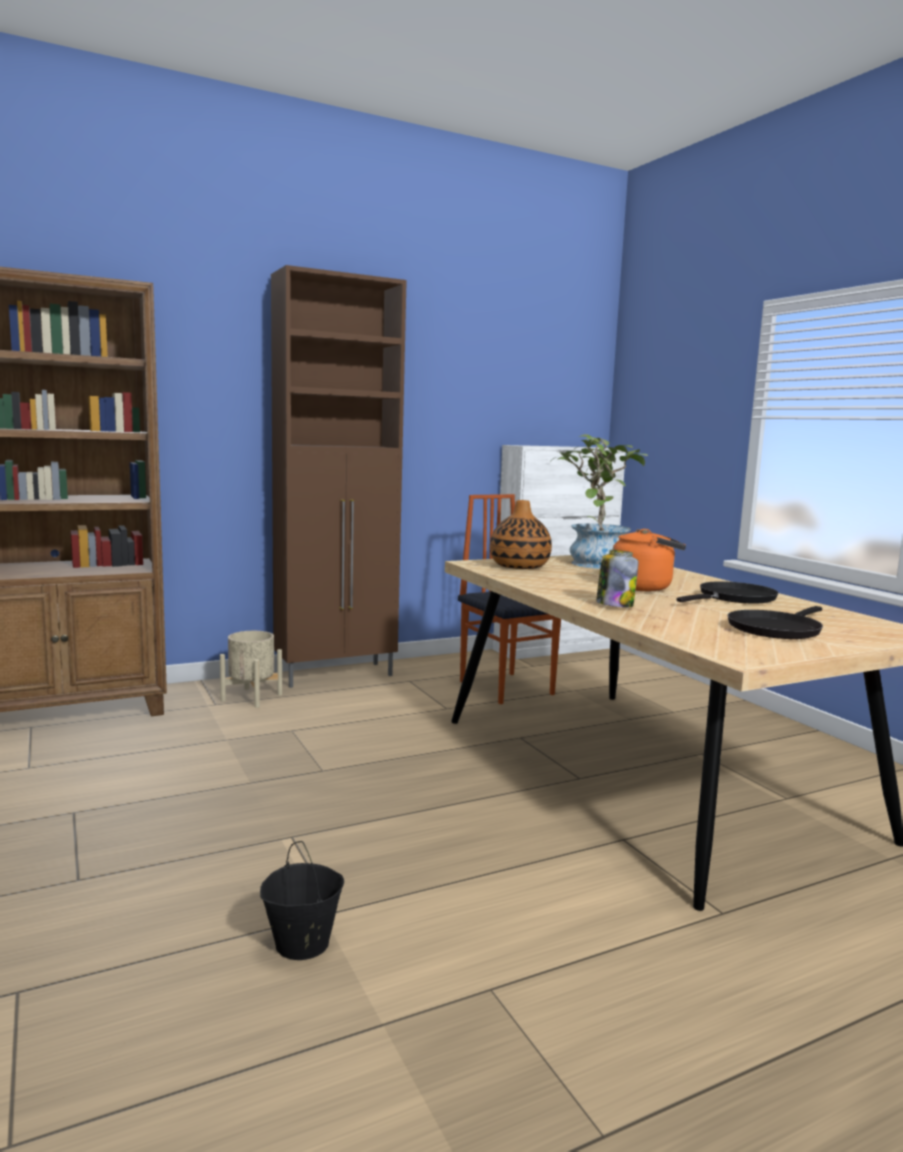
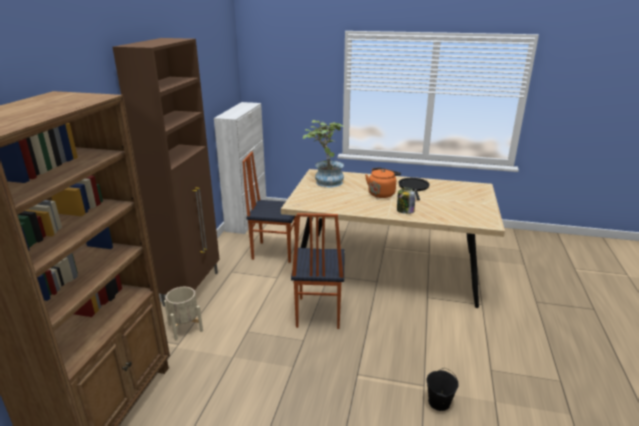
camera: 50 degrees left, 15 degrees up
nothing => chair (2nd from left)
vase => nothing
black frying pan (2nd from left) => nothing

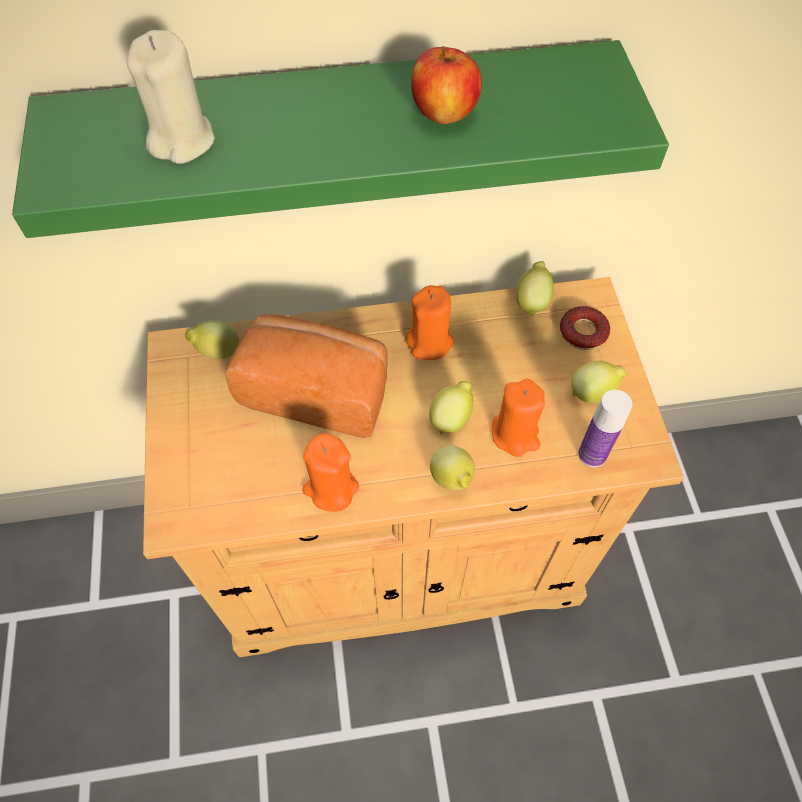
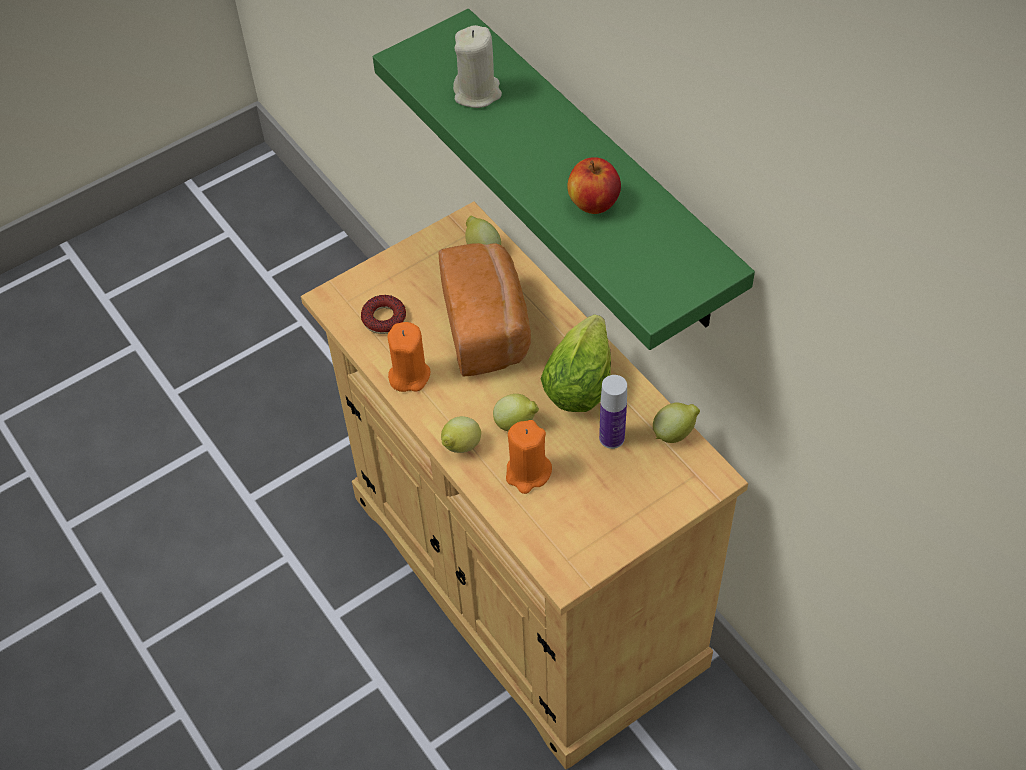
camera: 65 degrees right, 5 degrees down
donut, moved
orange candle (2nd from left) => lettuce
bottle, moved
lemon (5th from left) => nothing

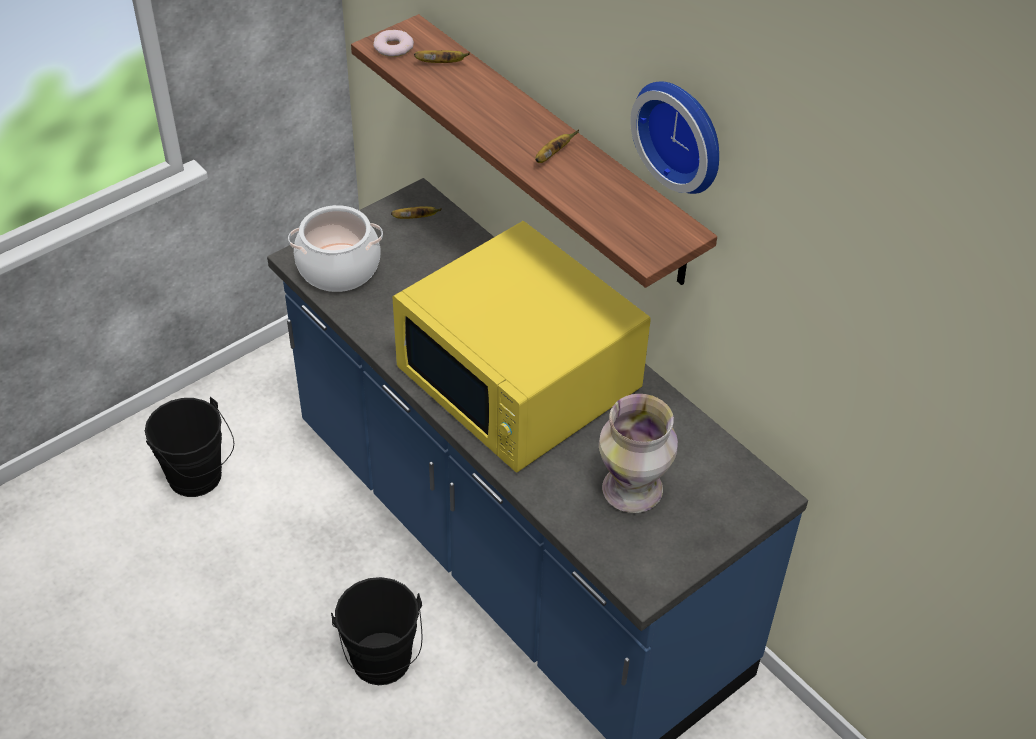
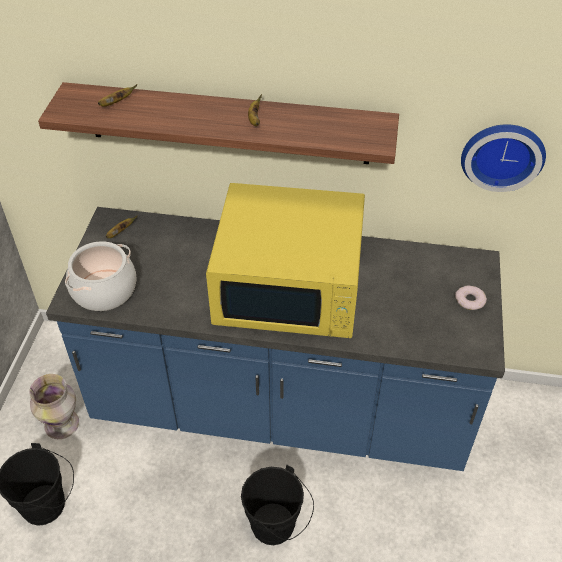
camera: 40 degrees left, 0 degrees up
vase, moved
donut, moved
wall clock, moved

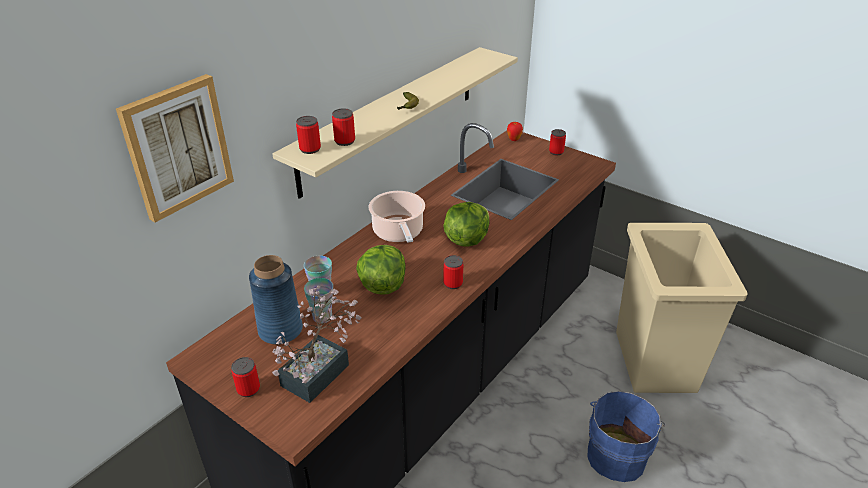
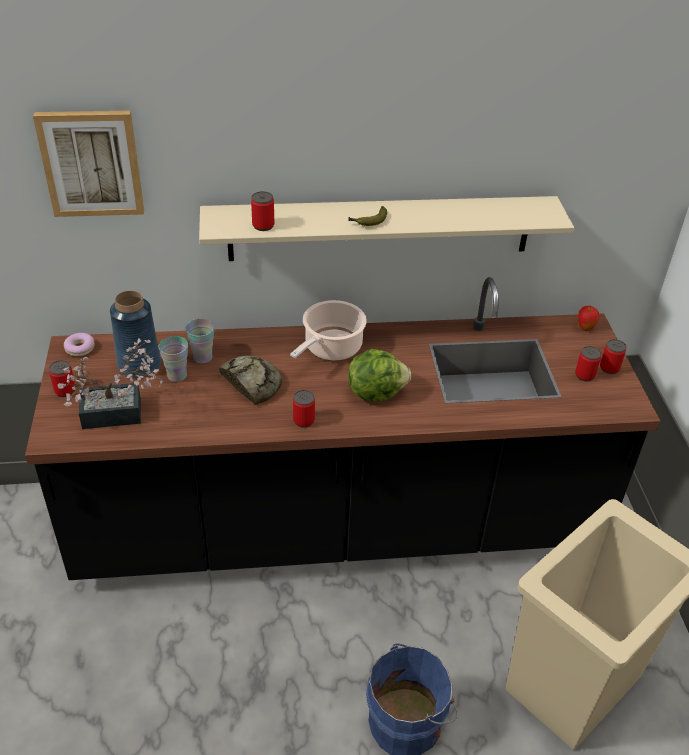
camera: 45 degrees right, 5 degrees up
nothing => donut
lettuce (1st from left) => bread
can (2nd from left in the first image) => can (4th from left), moved

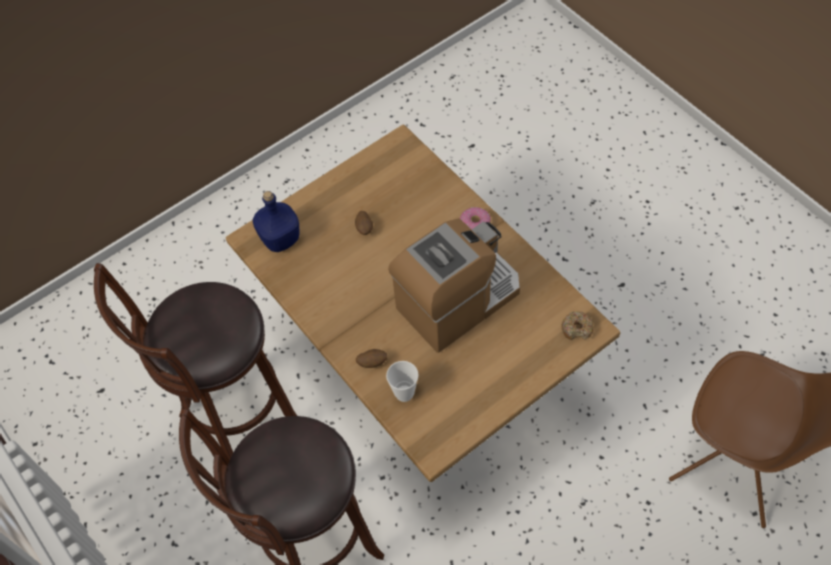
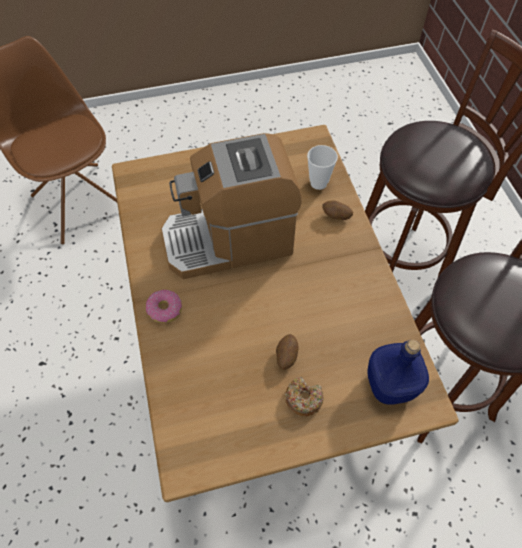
camera: 160 degrees left, 0 degrees up
donut (2nd from left), moved

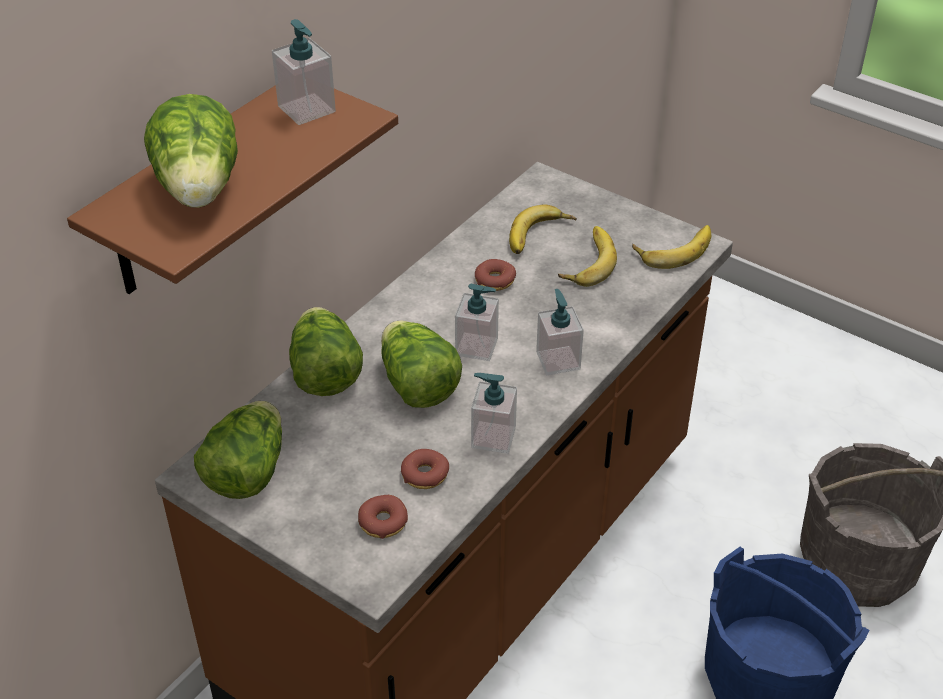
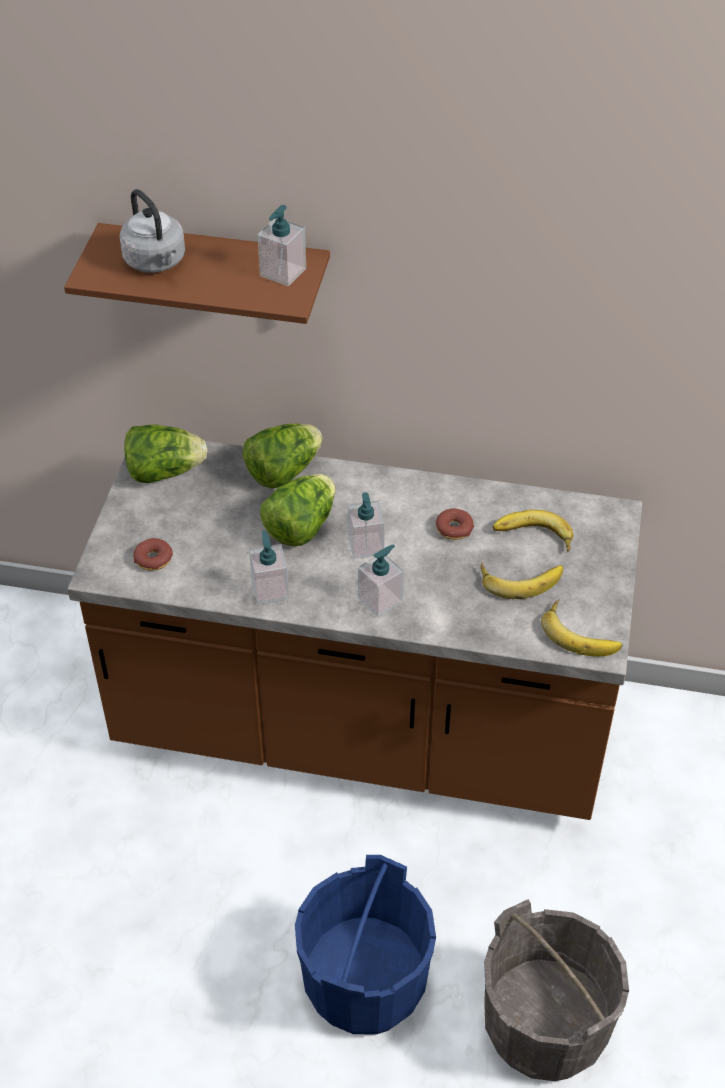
camera: 65 degrees right, 5 degrees up
lettuce (1st from left) => grey kettle
donut (2nd from left) => nothing

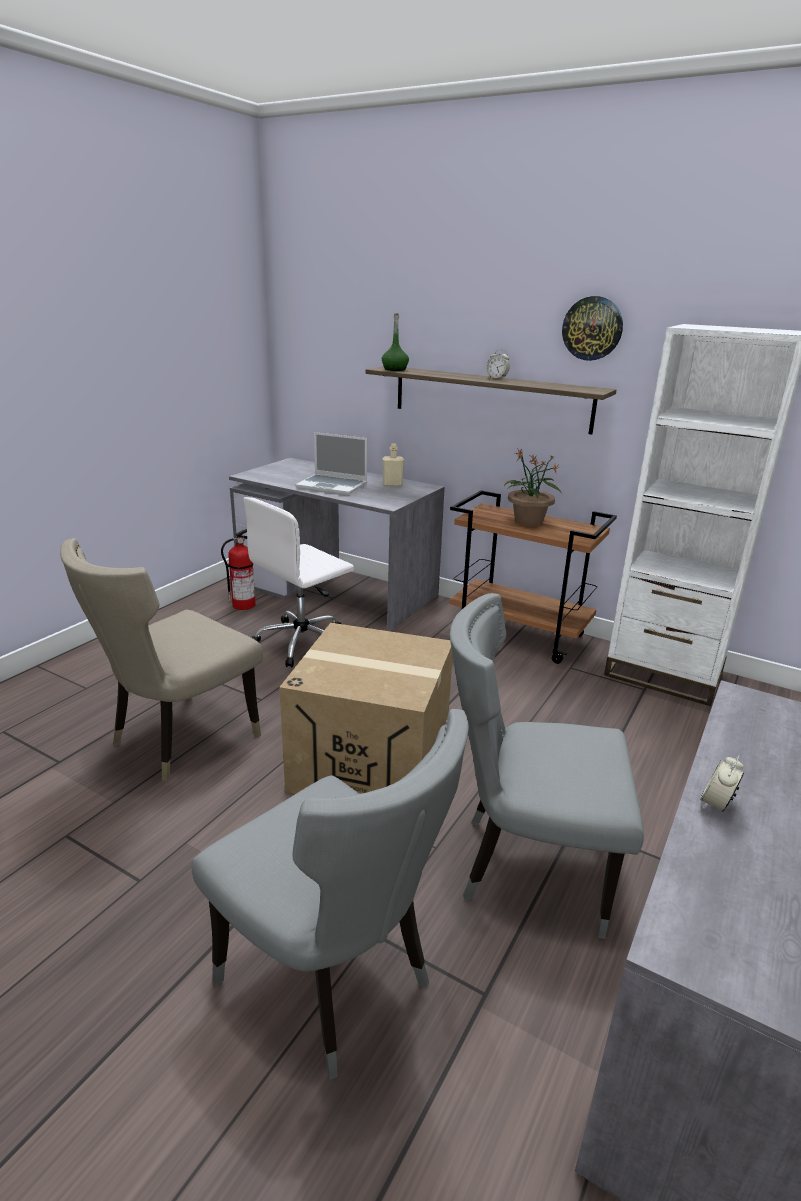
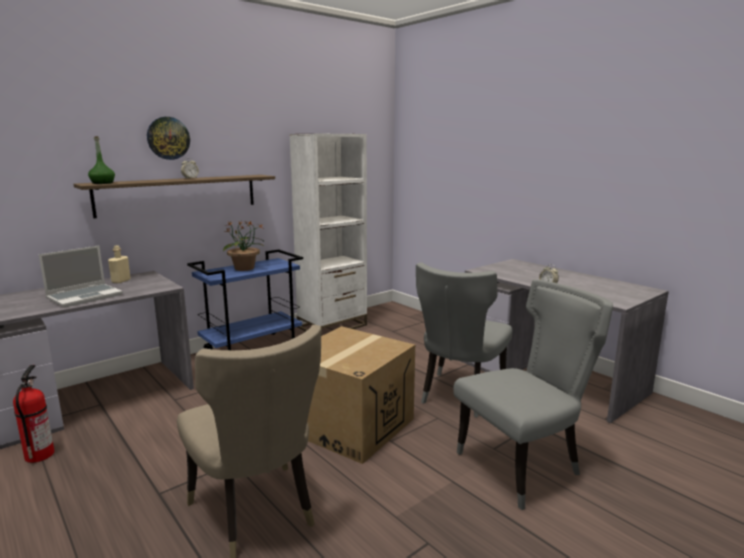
camera: 70 degrees left, 10 degrees down
wall clock, moved
brown cart => blue cart
white office chair => nothing

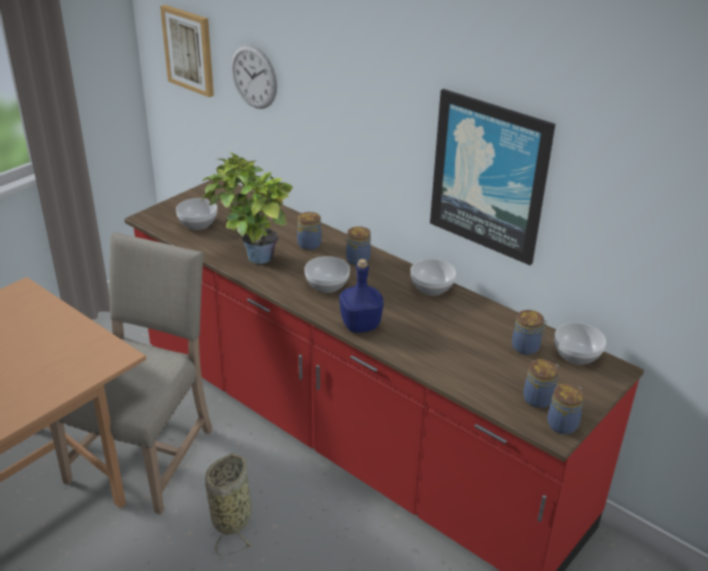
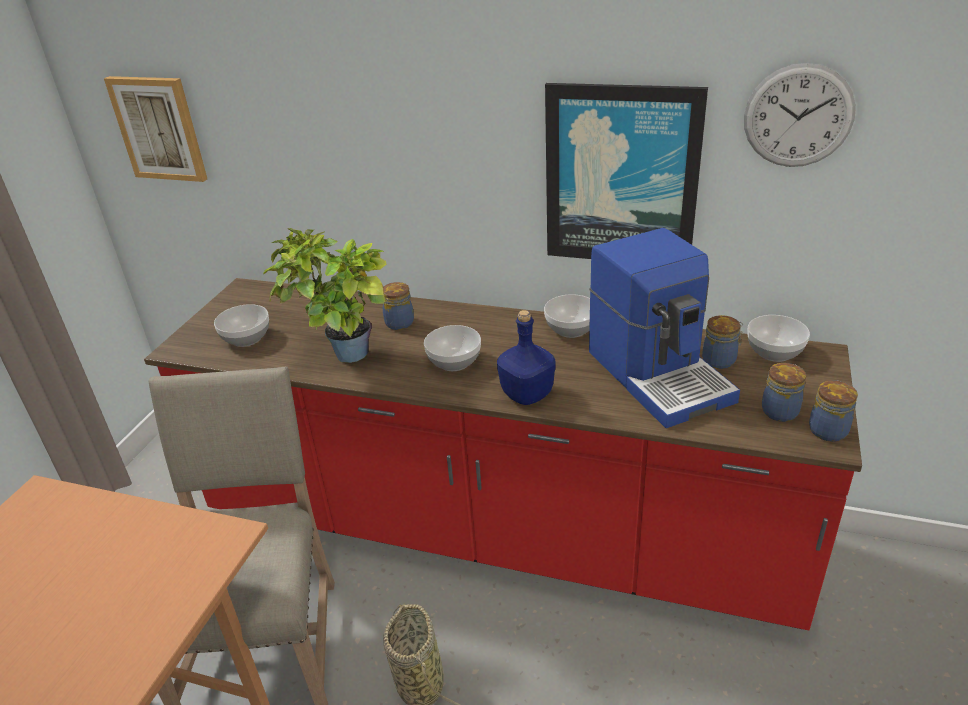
camera: 20 degrees left, 0 degrees up
nothing => coffee machine
wall clock, moved
jar (2nd from left) => nothing

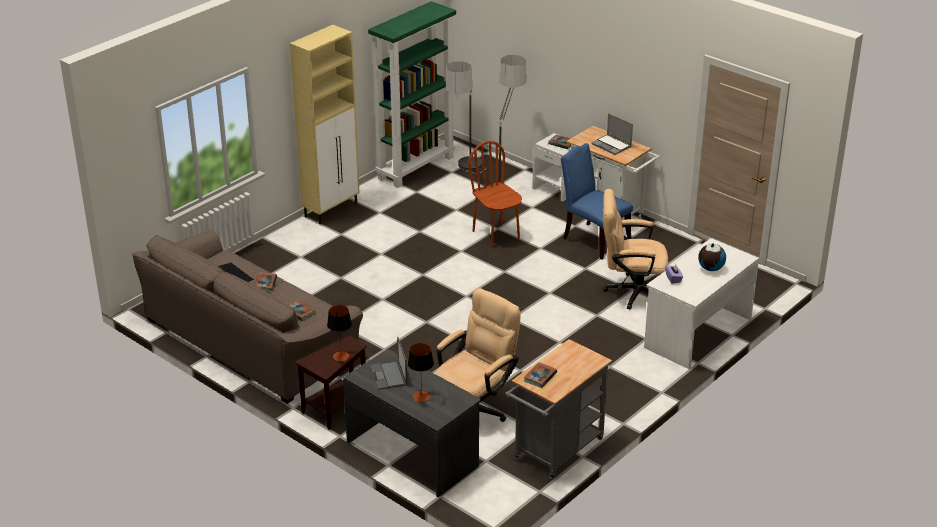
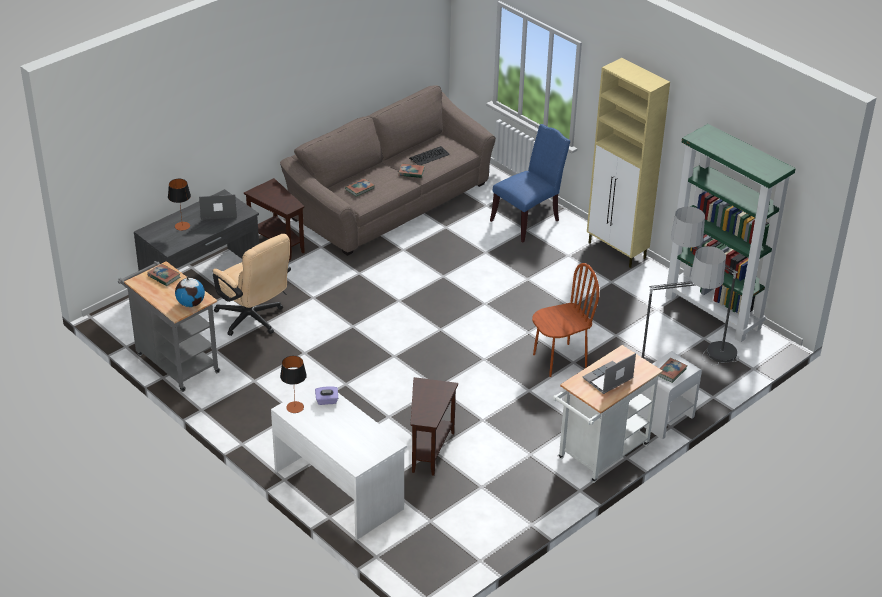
camera: 95 degrees right, 5 degrees up
globe, moved
table lamp (1st from left in the first image) => table lamp (2nd from left), moved
beige office chair (2nd from left) => brown side table (2nd from left)
blue chair, moved

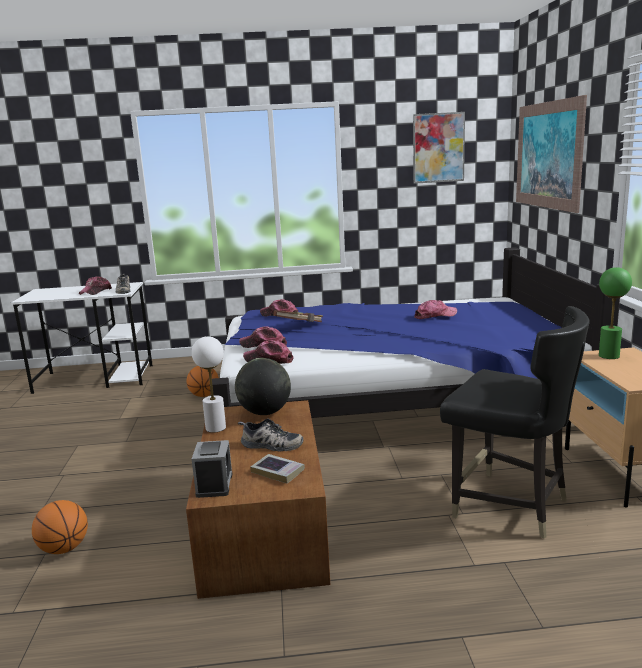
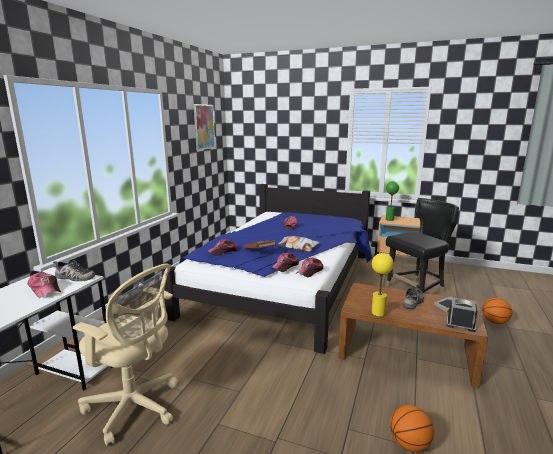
camera: 65 degrees left, 0 degrees up
nothing => beige office chair
nothing => pillow
white table lamp => yellow table lamp
basketball (2nd from left), moved
globe => nothing
picture (2nd from left) => nothing

